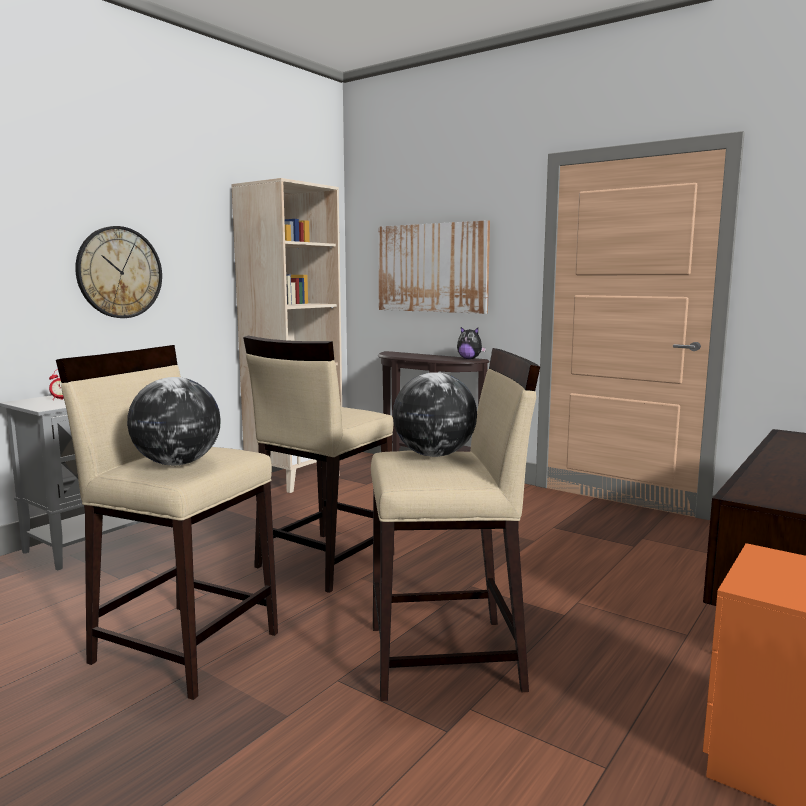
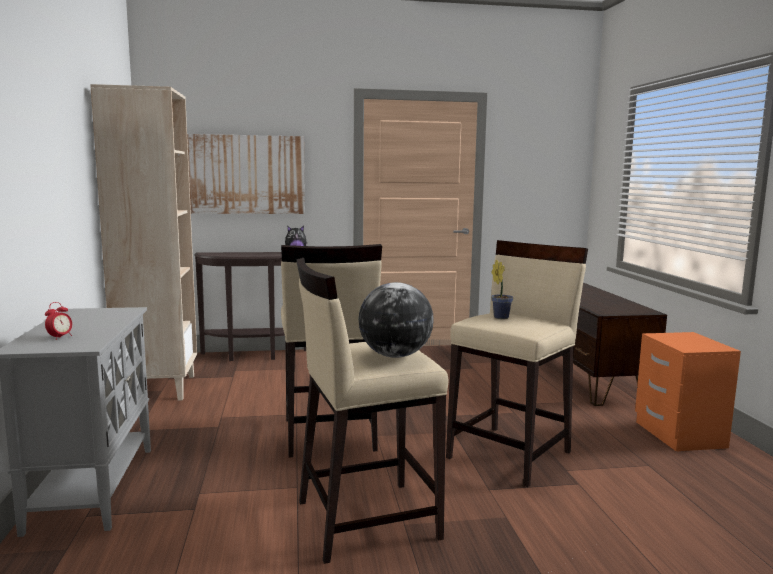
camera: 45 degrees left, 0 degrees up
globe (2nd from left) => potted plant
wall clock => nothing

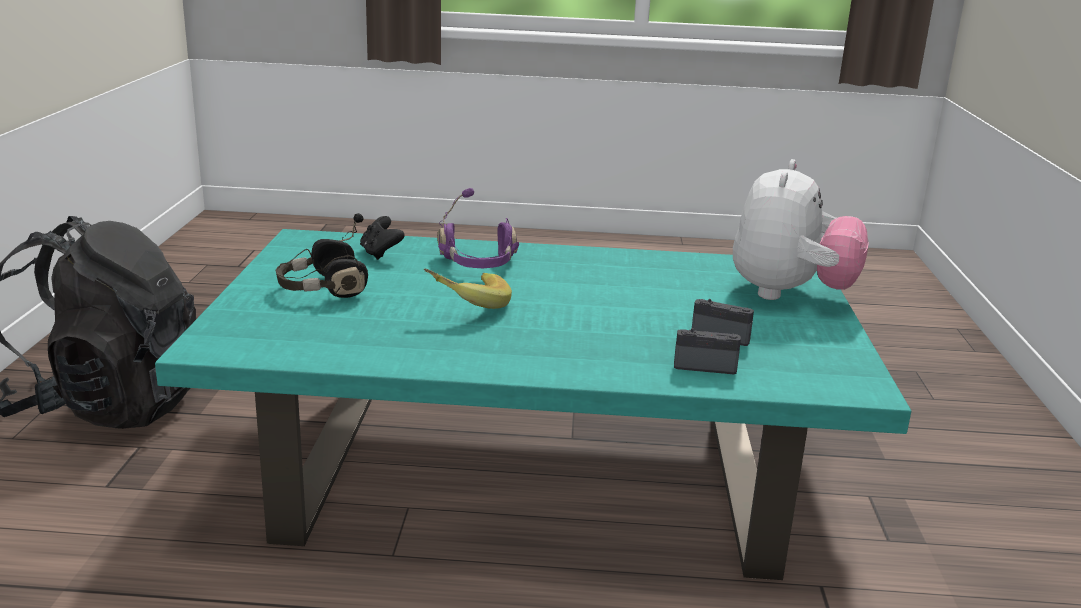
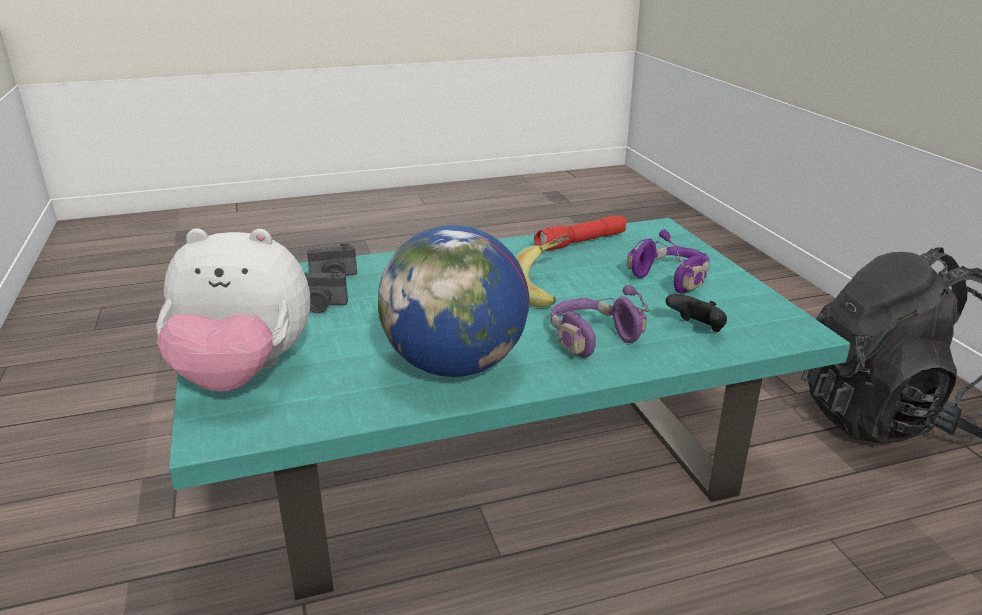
camera: 160 degrees right, 5 degrees up
plush toy, 90 degrees counterclockwise
nothing => globe
nothing => red flashlight
black headphones => purple headphones (2nd from left)

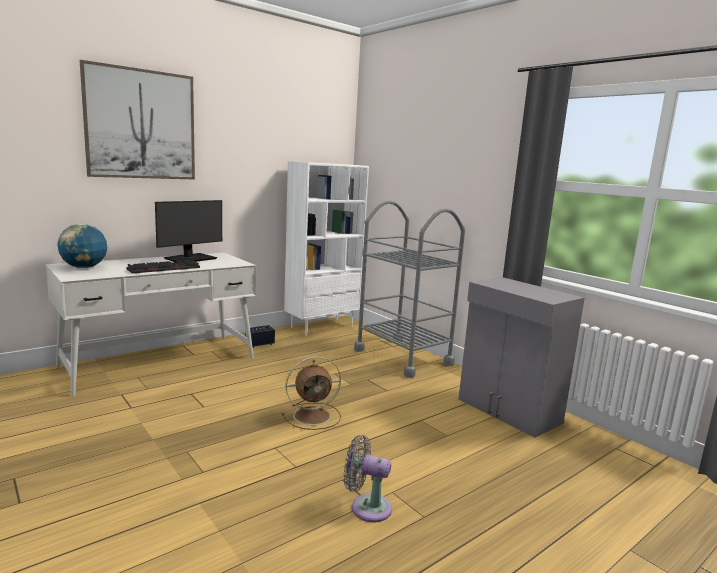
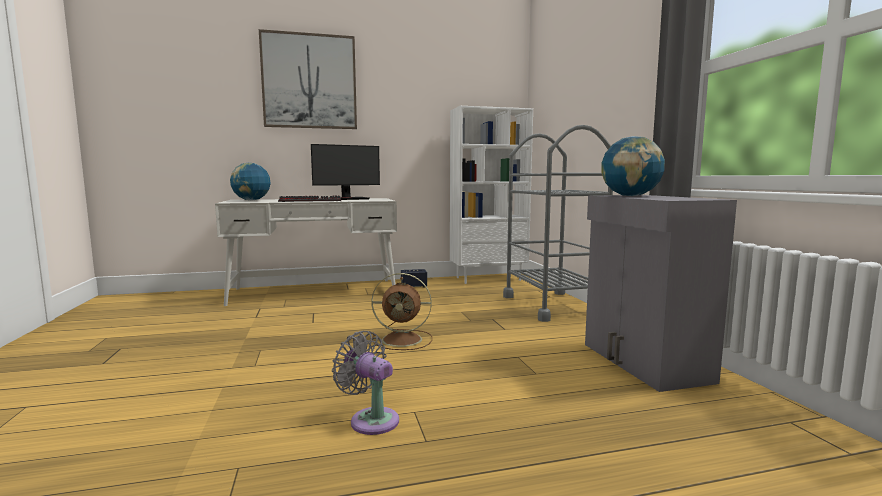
camera: 25 degrees right, 5 degrees down
nothing => globe (2nd from left)

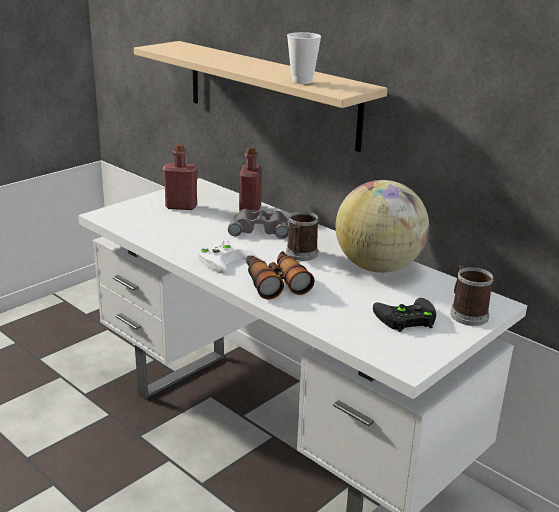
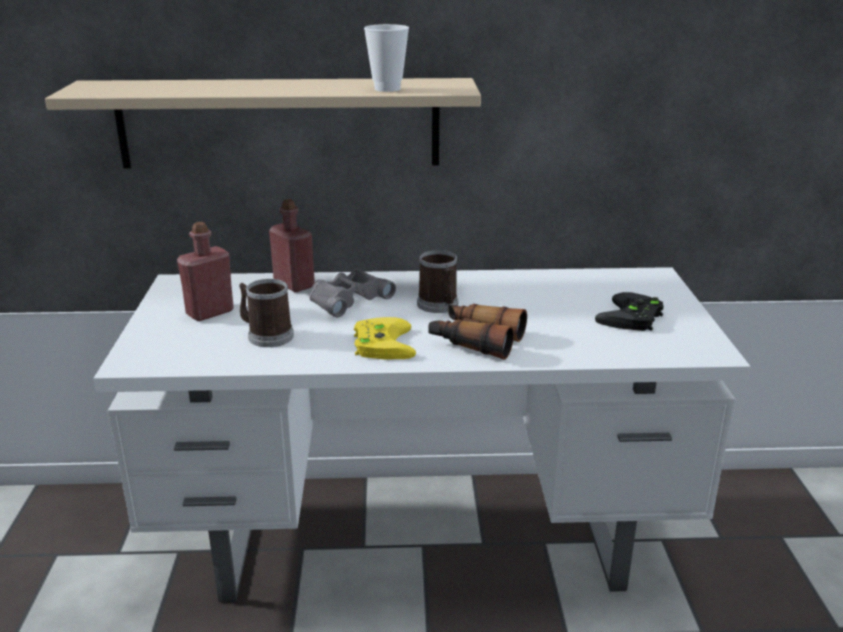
camera: 45 degrees left, 0 degrees up
mug (2nd from left in the first image) => mug (1st from left), moved
white game controller => yellow game controller
globe => nothing

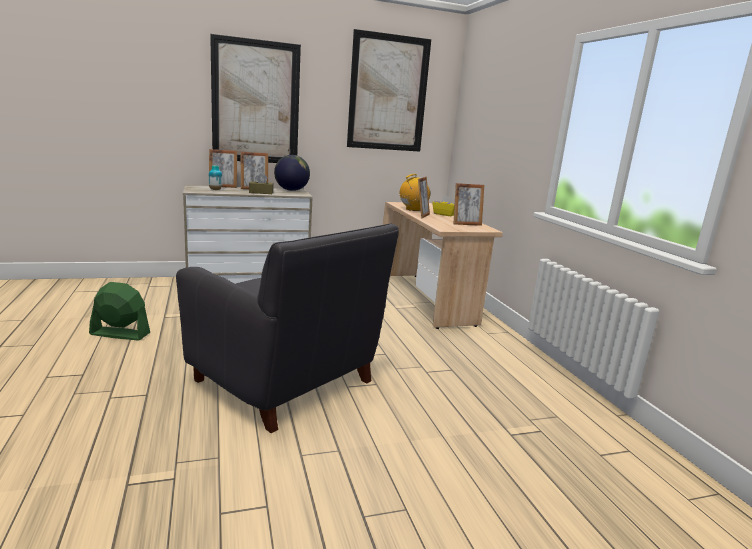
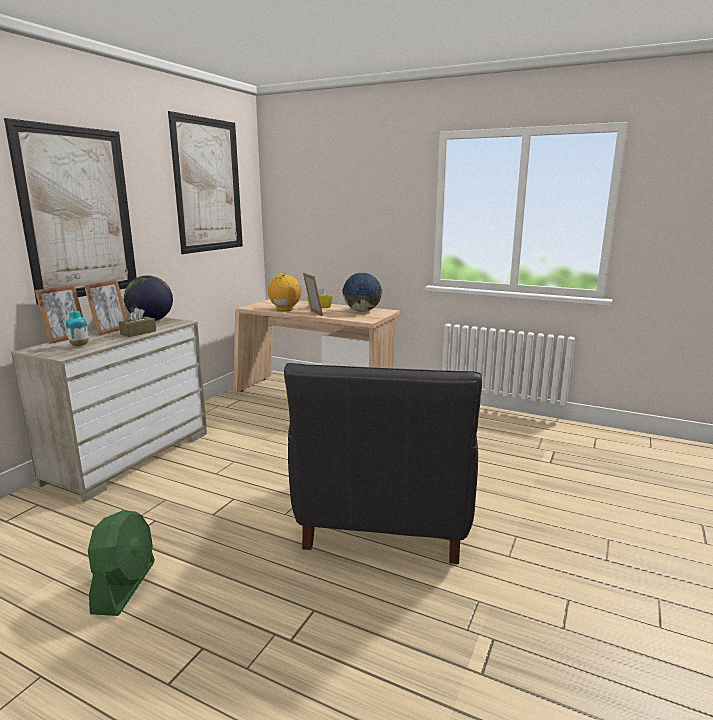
camera: 45 degrees left, 0 degrees up
green fan, 135 degrees clockwise
black armchair, 105 degrees clockwise
picture frame (4th from left) => globe (2nd from left)

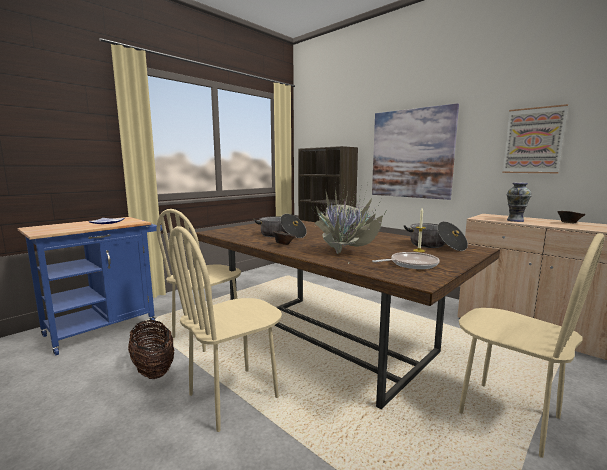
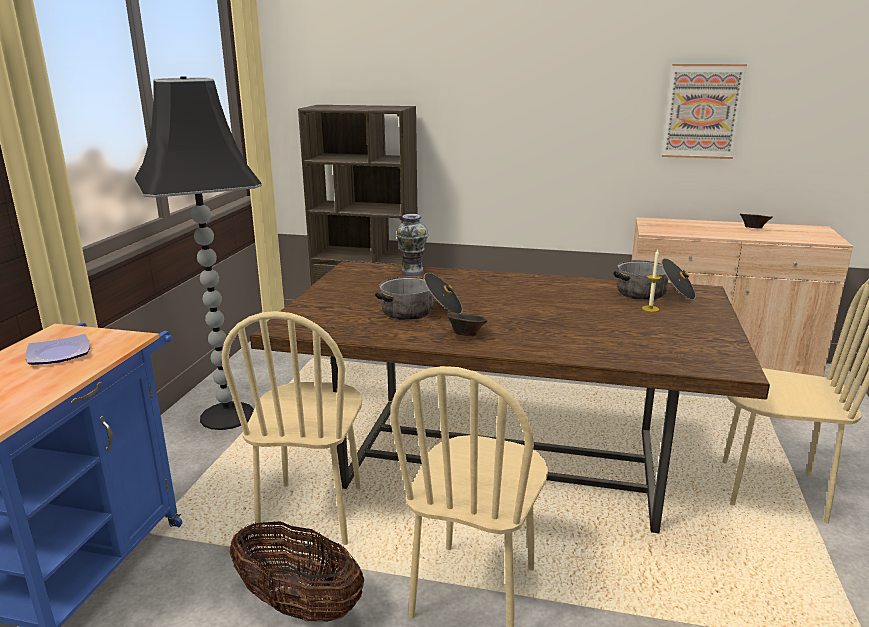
camera: 30 degrees left, 10 degrees up
nothing => black floor lamp
vase, moved
potted plant => nothing
picture (1st from left) => nothing
frying pan => nothing

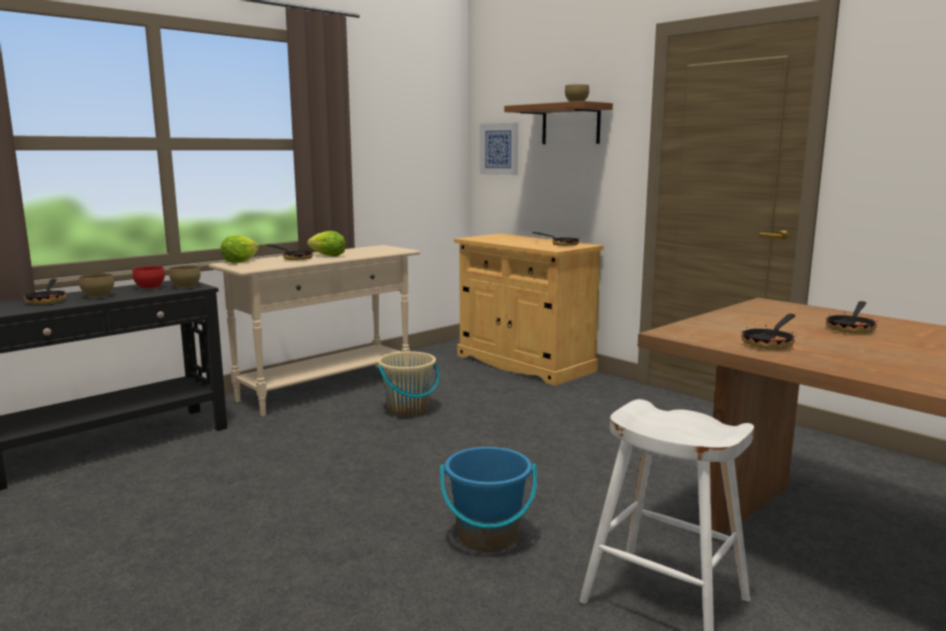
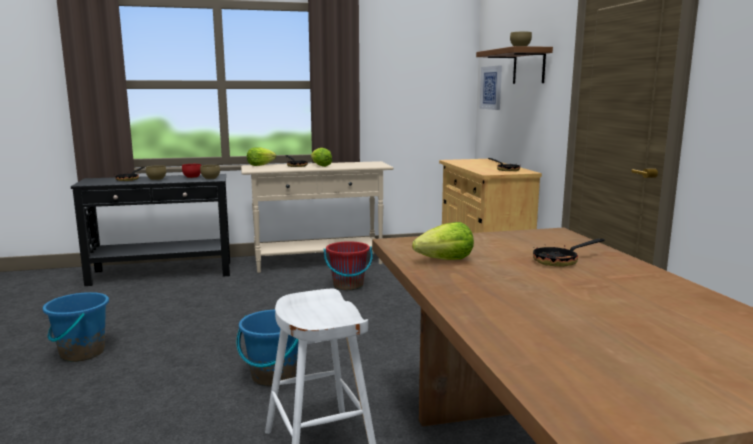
camera: 30 degrees right, 0 degrees up
nothing => blue bucket (1st from left)
beige bucket => red bucket
frying pan (4th from left) => lettuce (3rd from left)

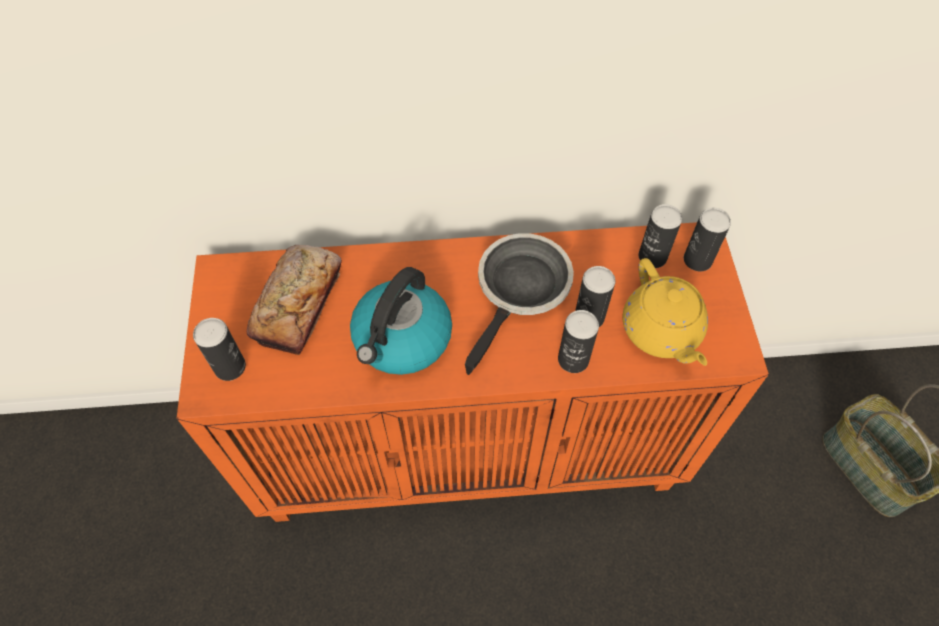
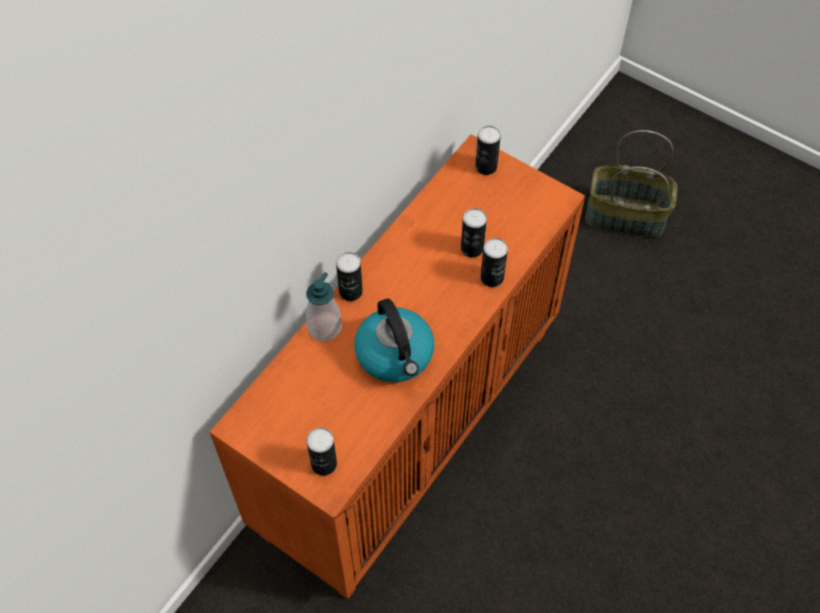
camera: 50 degrees left, 0 degrees up
nothing => soap dispenser
can (4th from left in the first image) => can (2nd from left), moved
bread => nothing
frying pan => nothing
yellow teapot => nothing

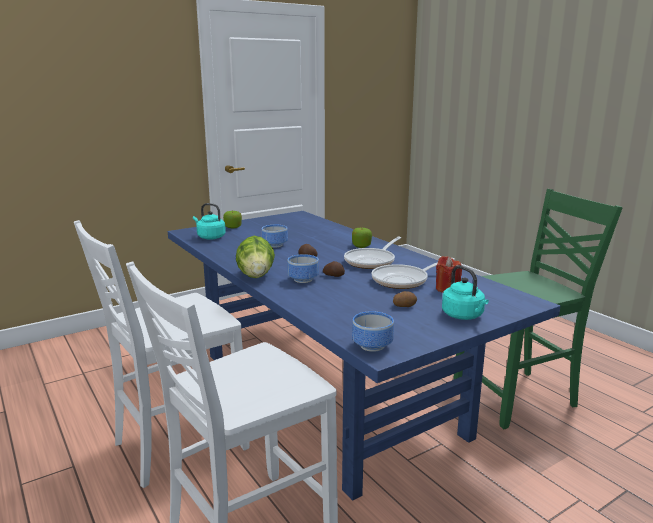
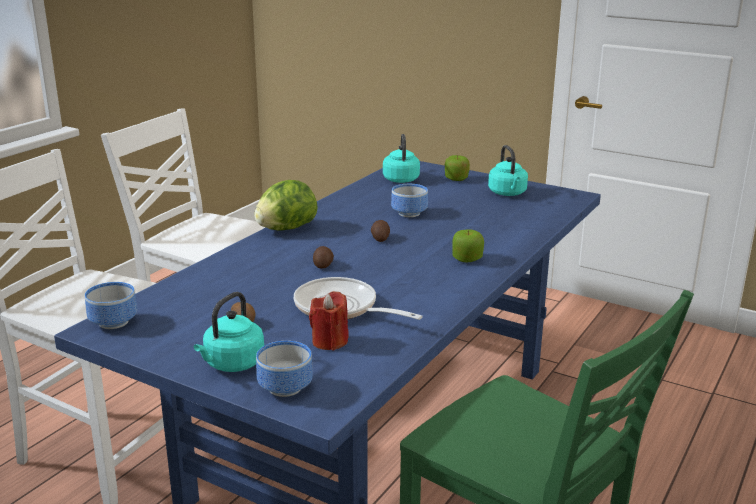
camera: 65 degrees right, 5 degrees up
bowl (2nd from left), moved
nothing => turquoise kettle (3rd from left)
frying pan (1st from left) => nothing

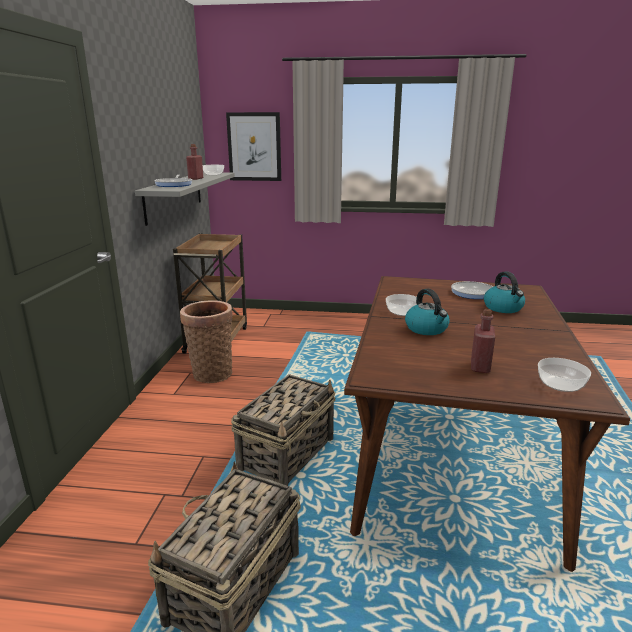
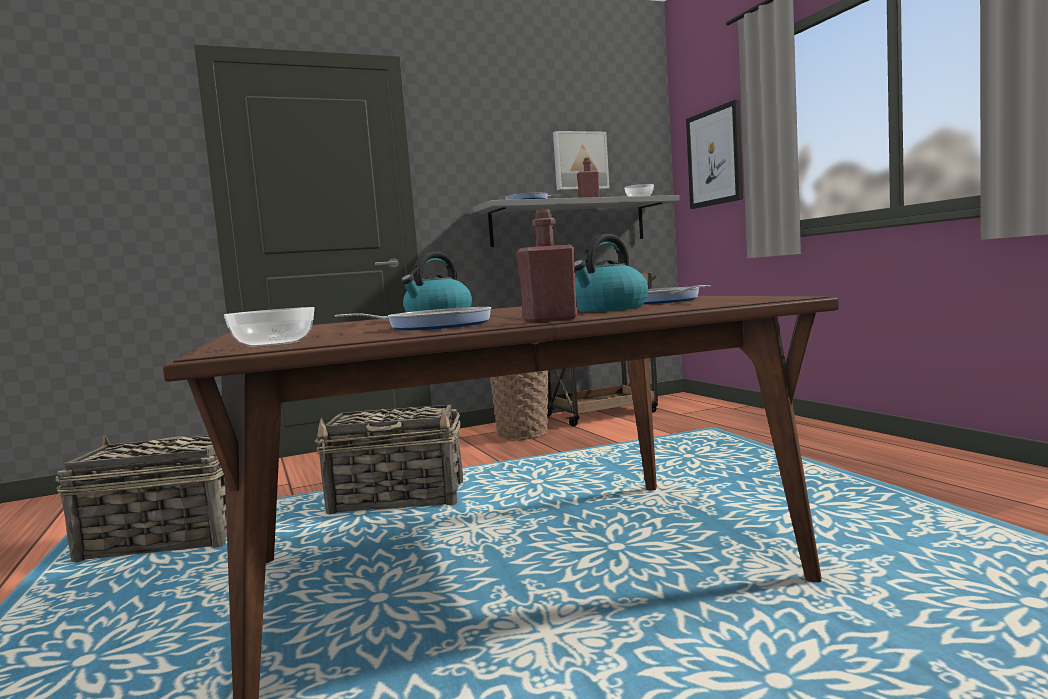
camera: 60 degrees right, 15 degrees down
nothing => frying pan (1st from left)
red bottle (2nd from left in the first image) => red bottle (1st from left), moved
nothing => picture (1st from left)
bowl (2nd from left) => nothing

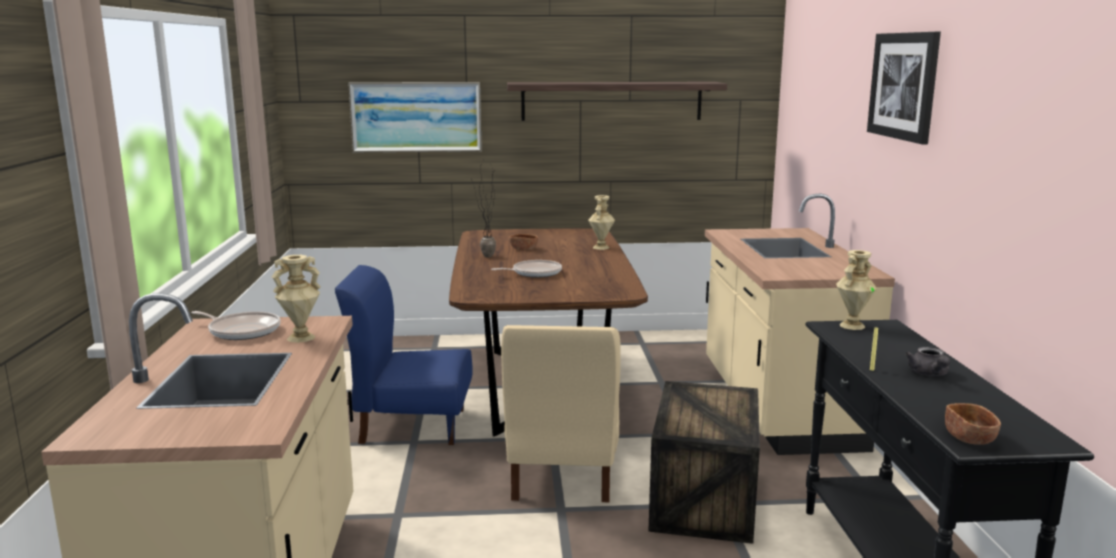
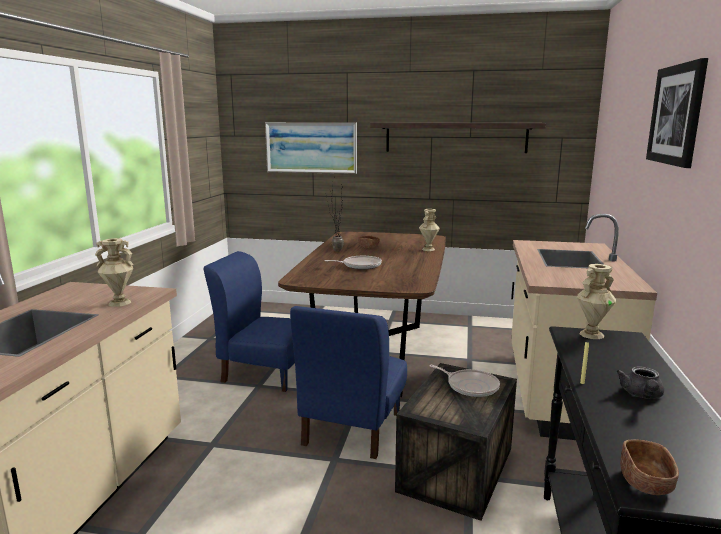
camera: 15 degrees right, 0 degrees up
beige chair => blue chair (2nd from left)
frying pan (1st from left in the first image) => frying pan (2nd from left), moved

